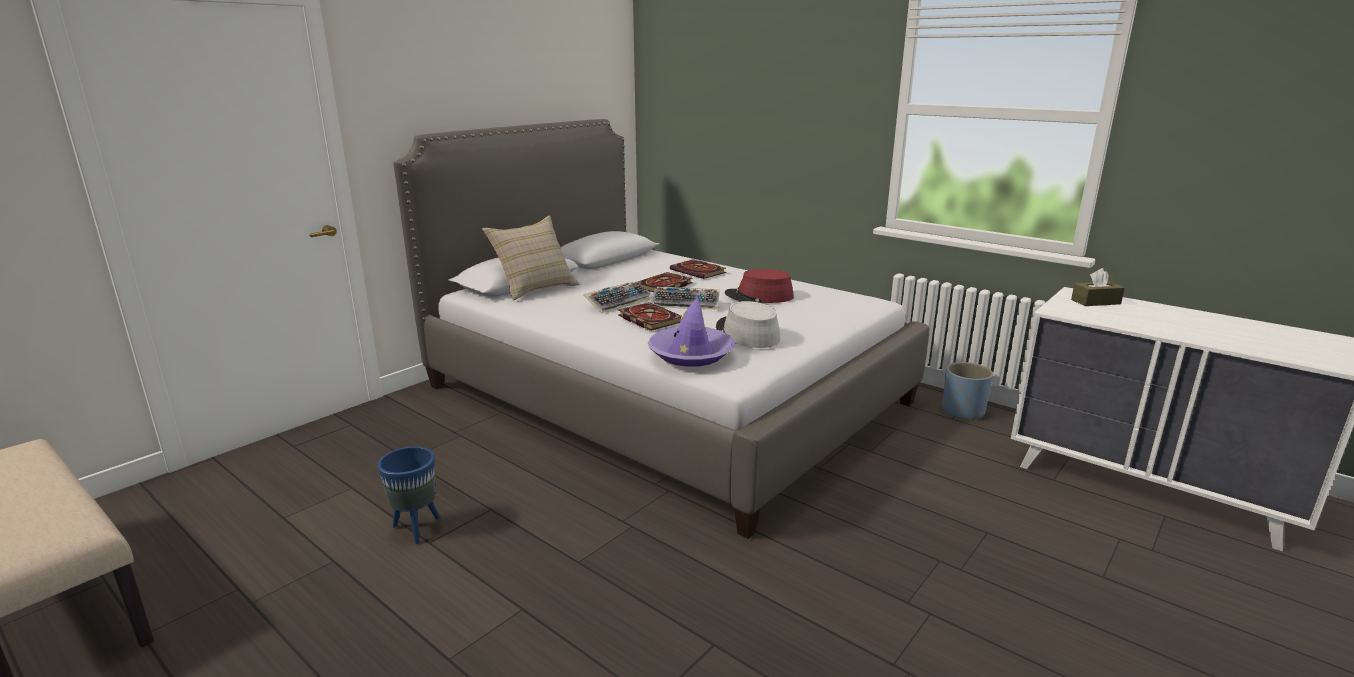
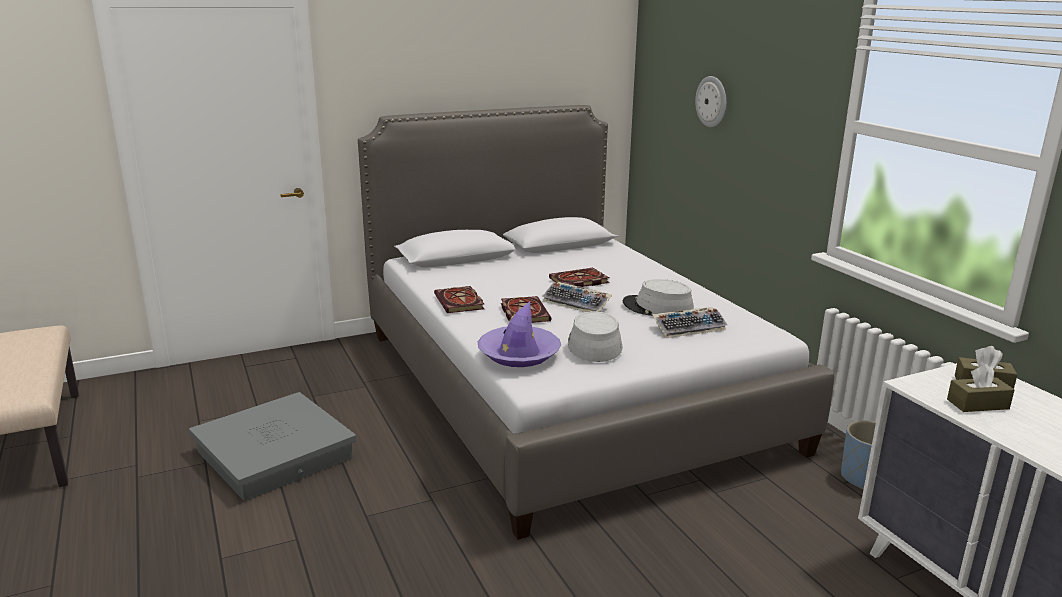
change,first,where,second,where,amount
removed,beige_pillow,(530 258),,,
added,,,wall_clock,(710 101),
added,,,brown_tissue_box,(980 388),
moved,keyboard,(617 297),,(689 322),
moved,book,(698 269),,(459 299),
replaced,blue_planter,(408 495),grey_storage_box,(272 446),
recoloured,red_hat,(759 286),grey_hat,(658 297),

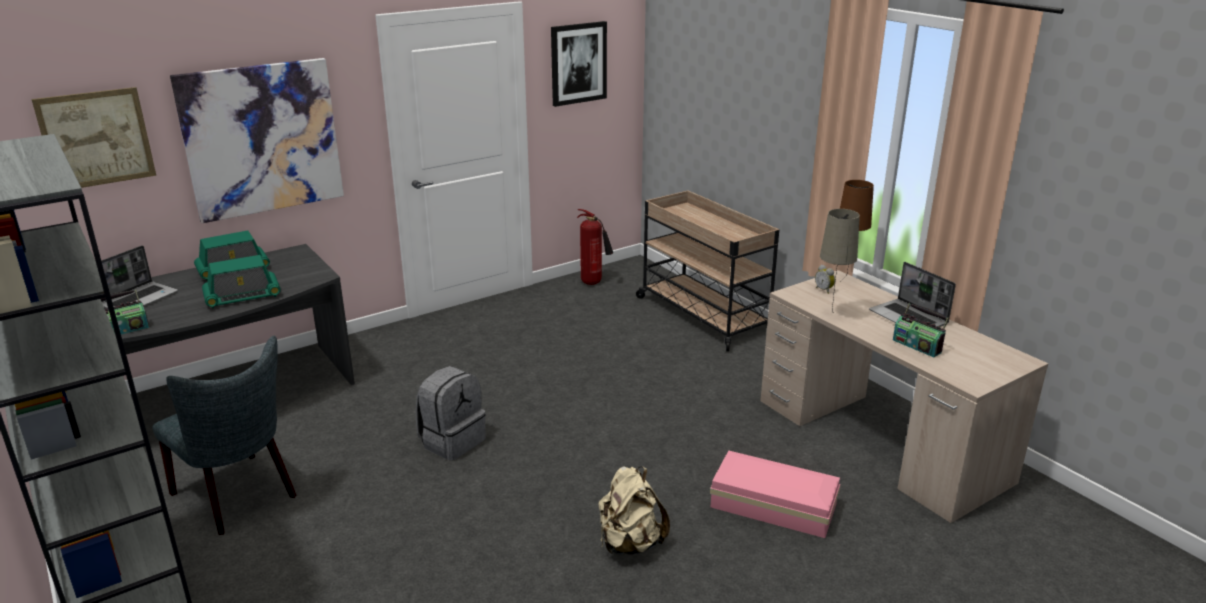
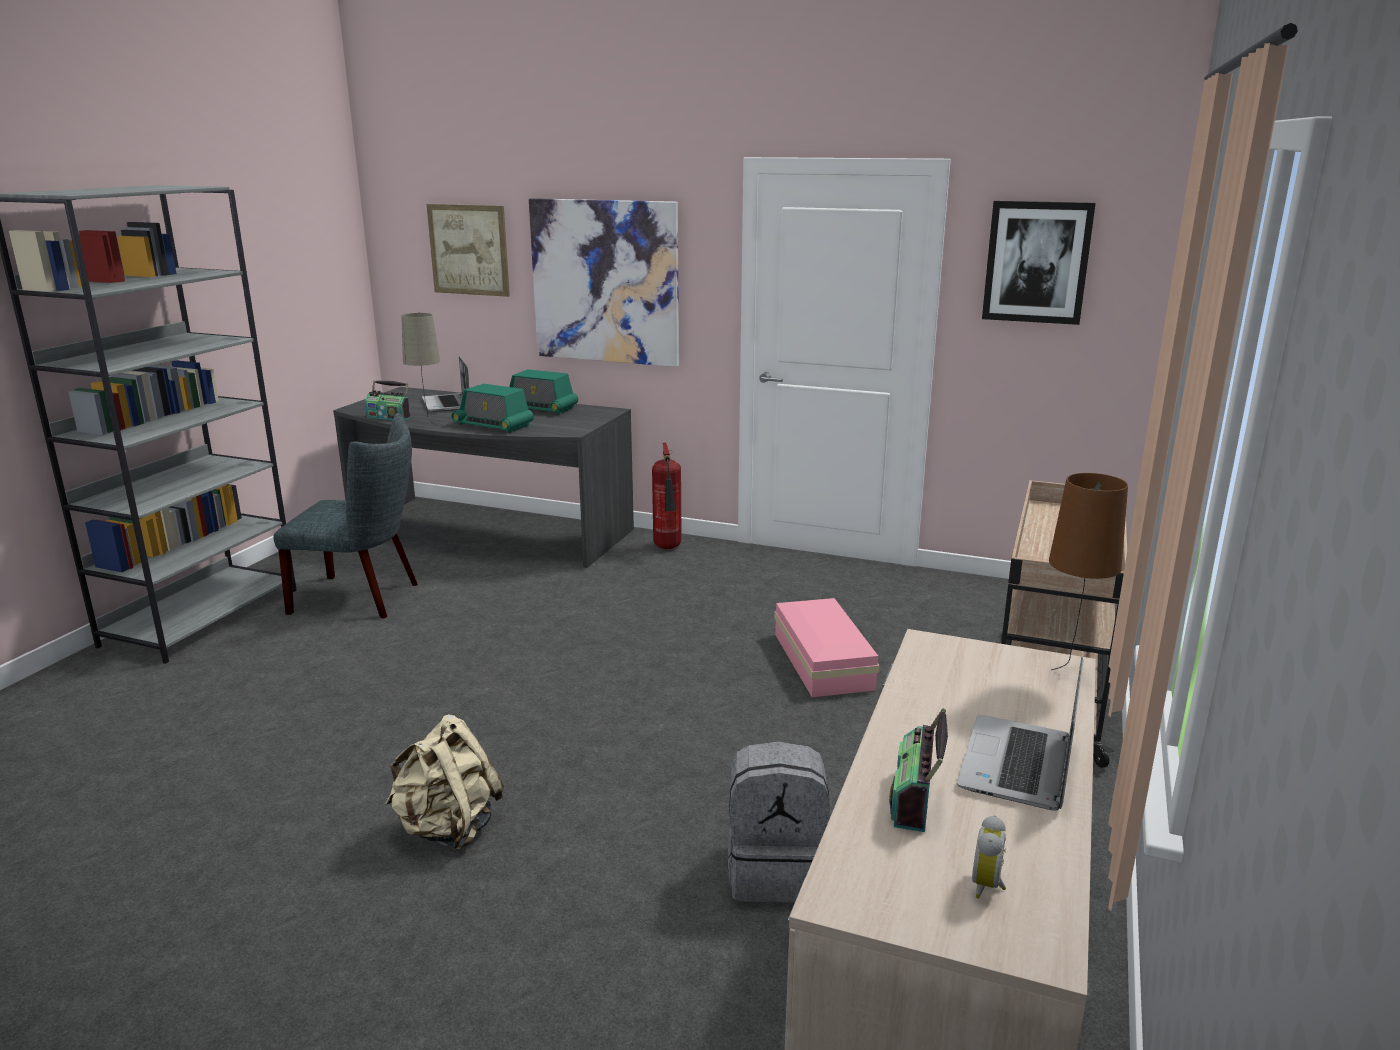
change,first,where,second,where,amount
moved,grey_backpack,(451 413),,(779 822),
moved,fire_extinguisher,(595 247),,(667 496),
moved,pink_storage_box,(775 494),,(827 647),
moved,alarm_clock,(825 279),,(989 857),
moved,beige_table_lamp,(840 260),,(420 369),
turned,laptop,(139 277),,(446 384),75 degrees clockwise
turned,grey_chair,(224 435),,(345 516),90 degrees counterclockwise

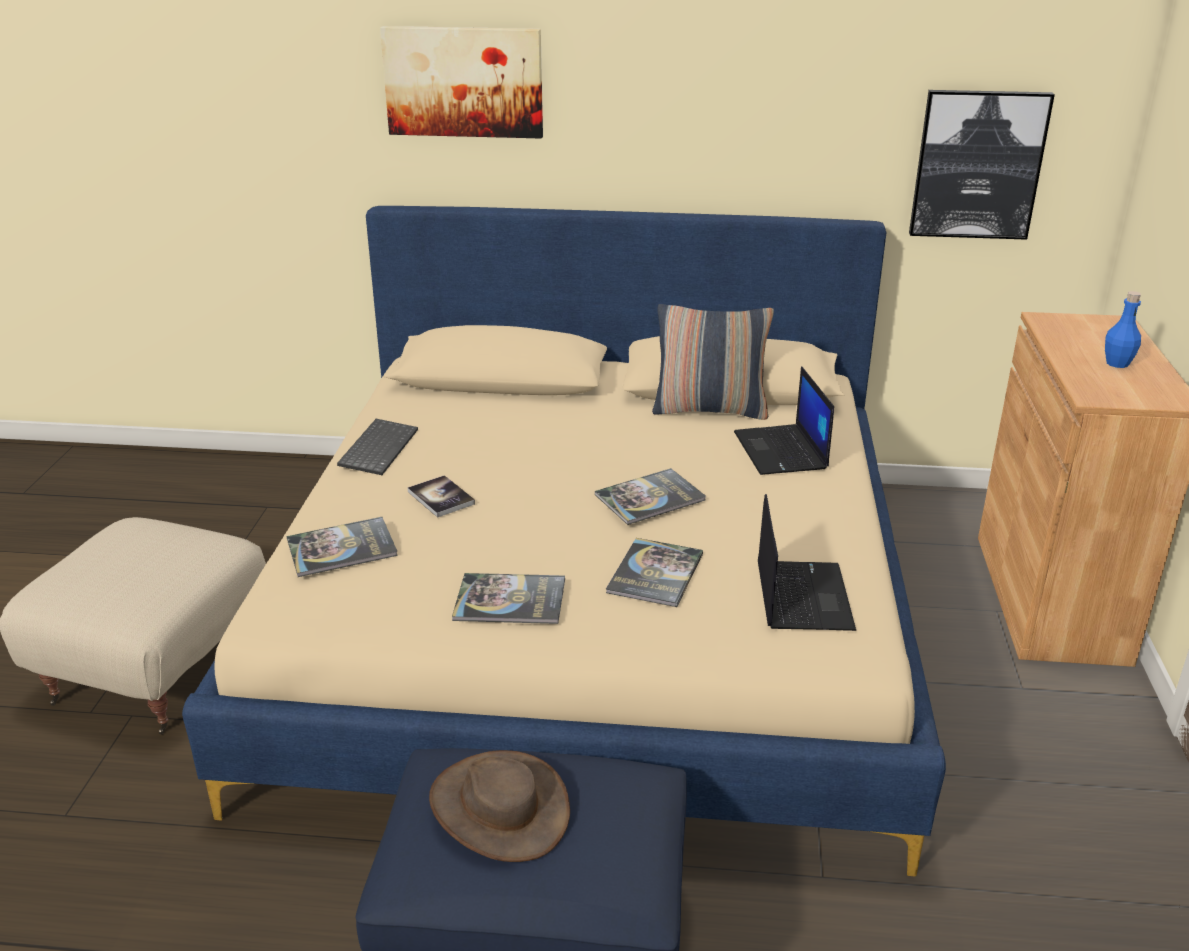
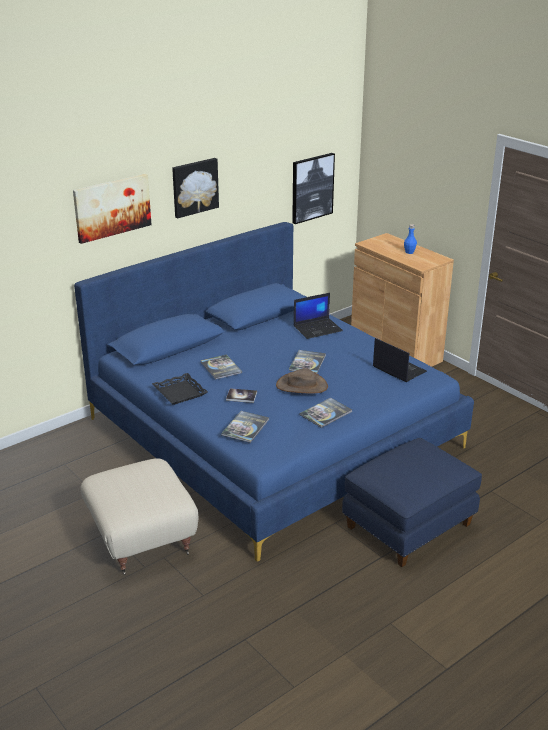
change,first,where,second,where,amount
removed,pillow,(713 362),,,
added,,,picture,(195 188),
moved,brown_hat,(499 806),,(302 381),
moved,book,(654 572),,(221 367),
replaced,keyboard,(377 447),black_tray,(180 389),
recoloured,beige_bed,(564 541),blue_bed,(274 392),
turned,laptop,(784 420),,(318 316),60 degrees counterclockwise

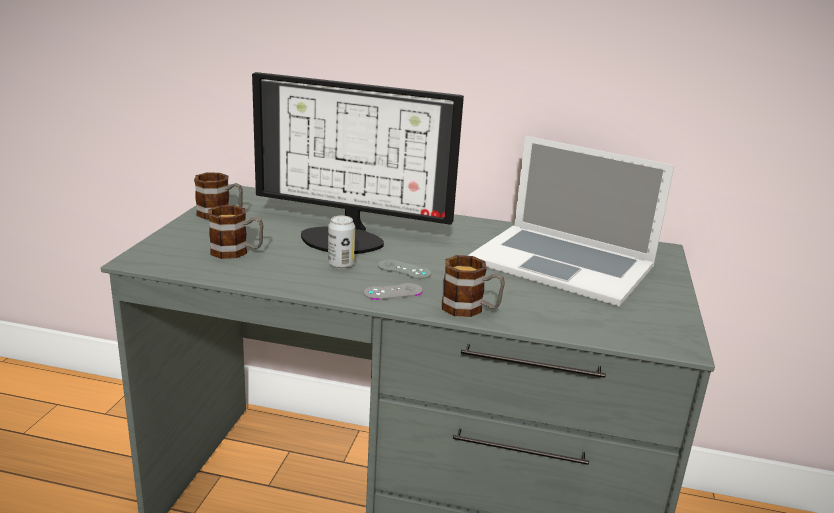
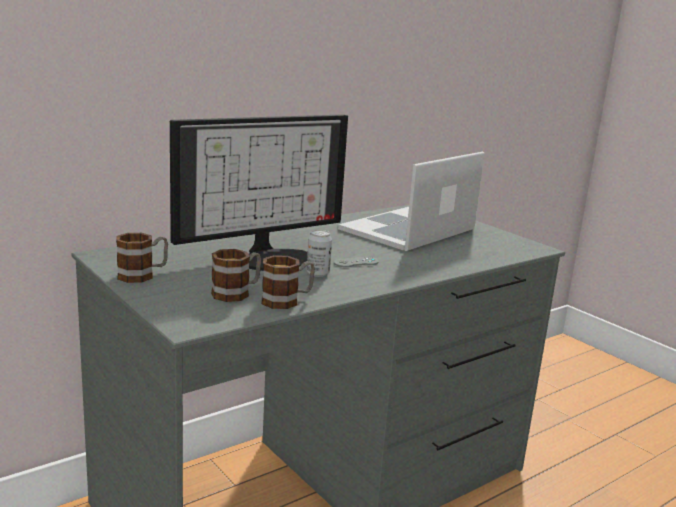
change,first,where,second,where,amount
removed,grey_game_controller,(393 291),,,
moved,mug,(473 286),,(288 282),
turned,laptop,(571 221),,(411 201),150 degrees clockwise

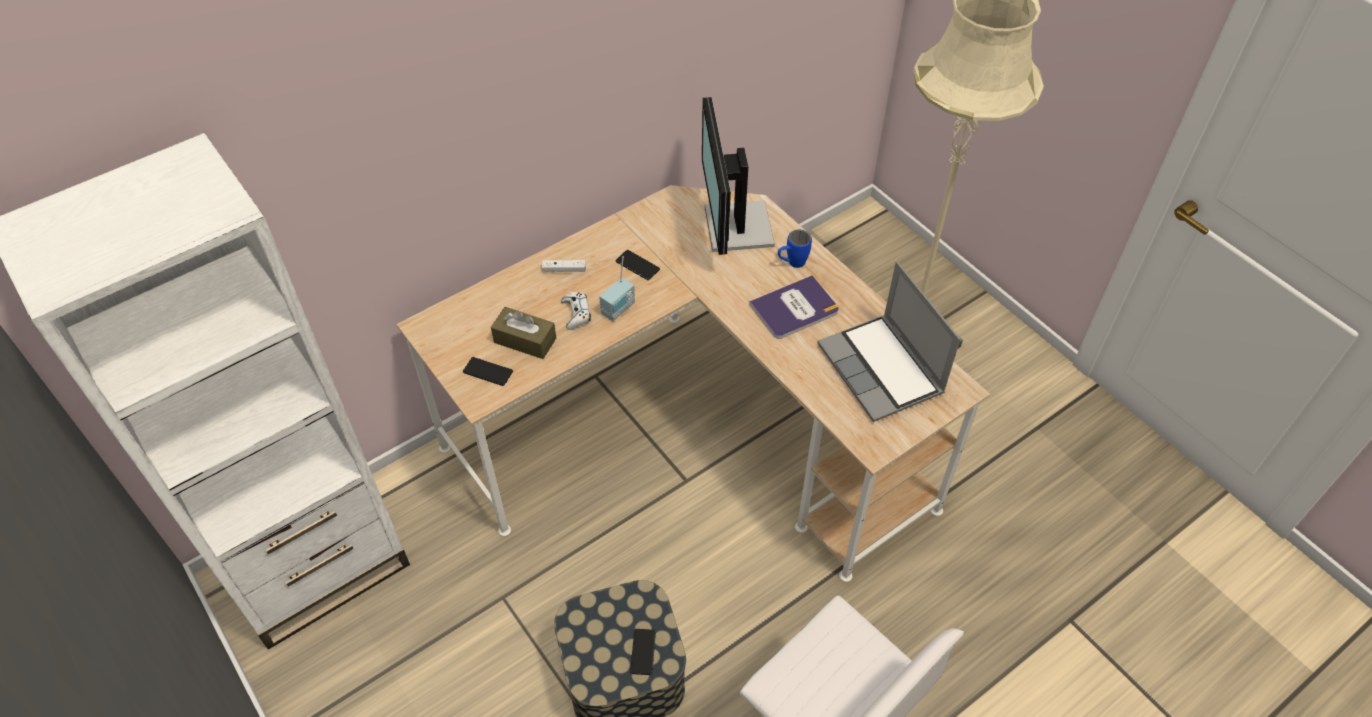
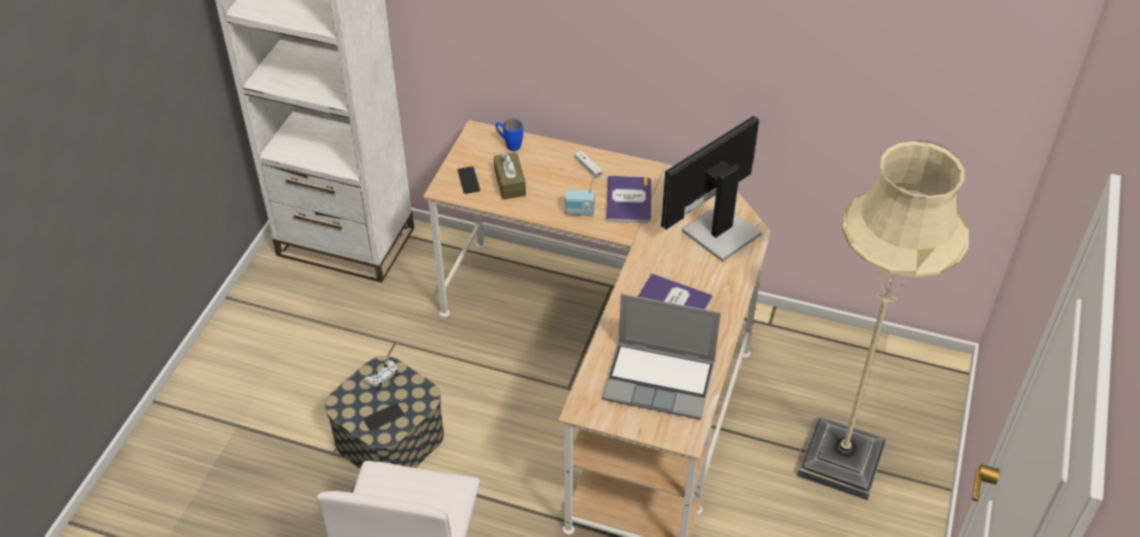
change,first,where,second,where,amount
moved,white_game_controller,(576 311),,(380 374),
moved,blue_mug,(795 249),,(509 135),
replaced,phone,(638 265),book,(628 199),
turned,laptop,(888 342),,(661 357),105 degrees counterclockwise

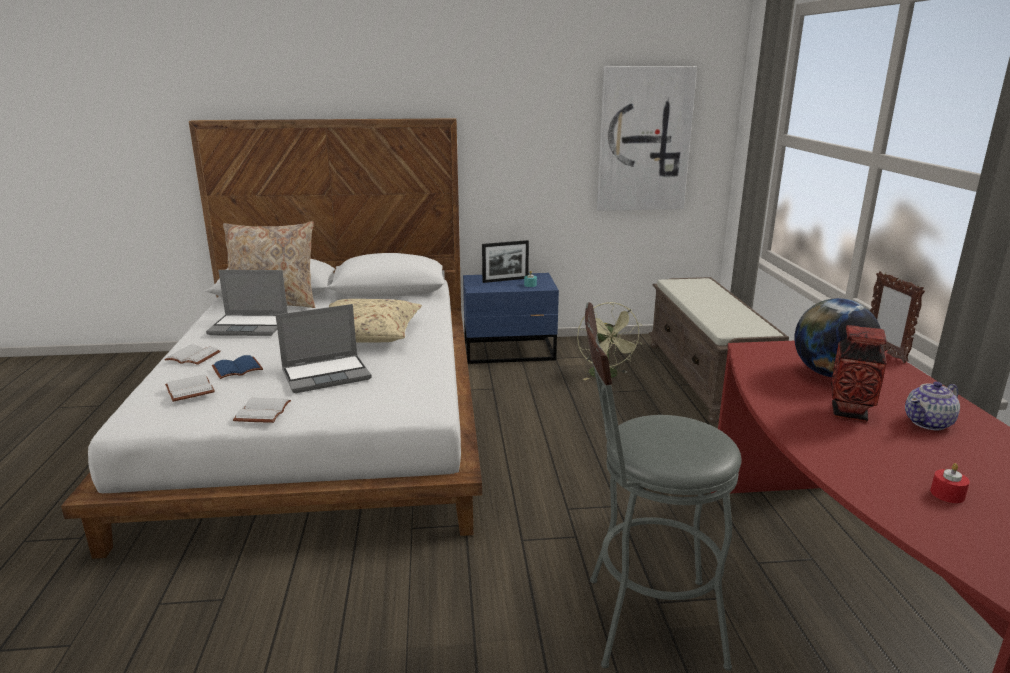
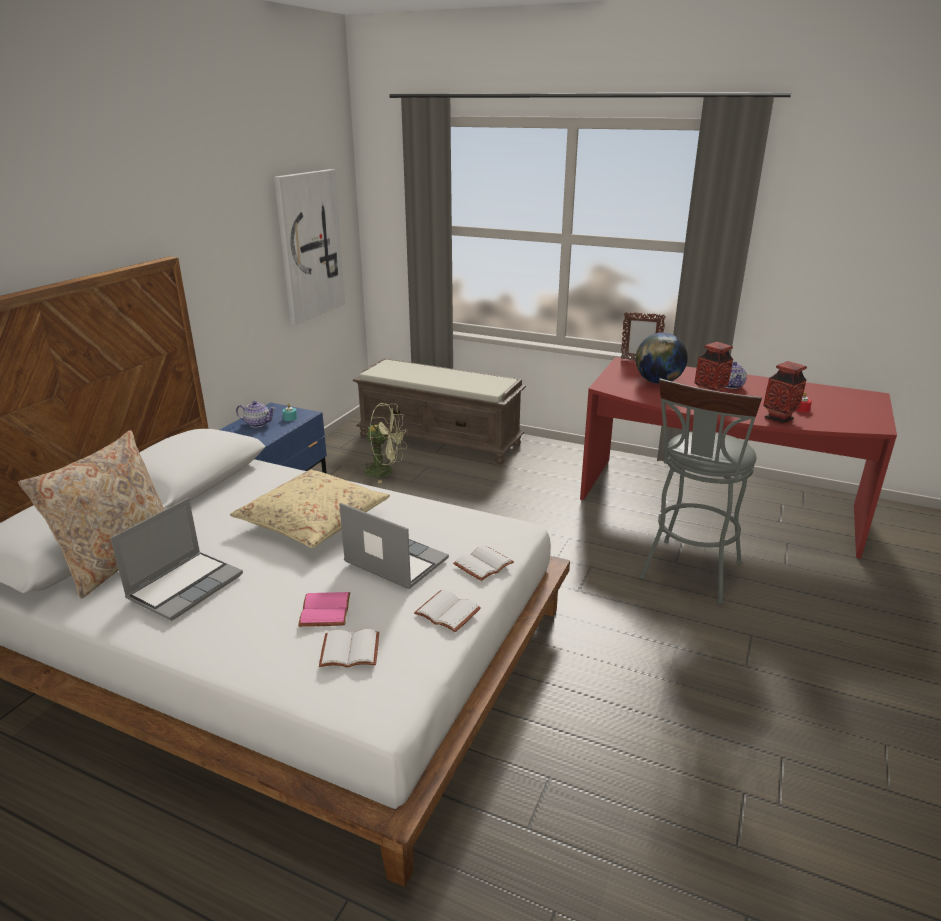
change,first,where,second,where,amount
added,,,vase,(785 392),
moved,white_book,(192 354),,(483 563),
replaced,picture_frame,(505 261),teapot,(256 414),
recoloured,blue_book,(237 367),pink_book,(324 609),
turned,laptop,(324 348),,(394 546),60 degrees counterclockwise

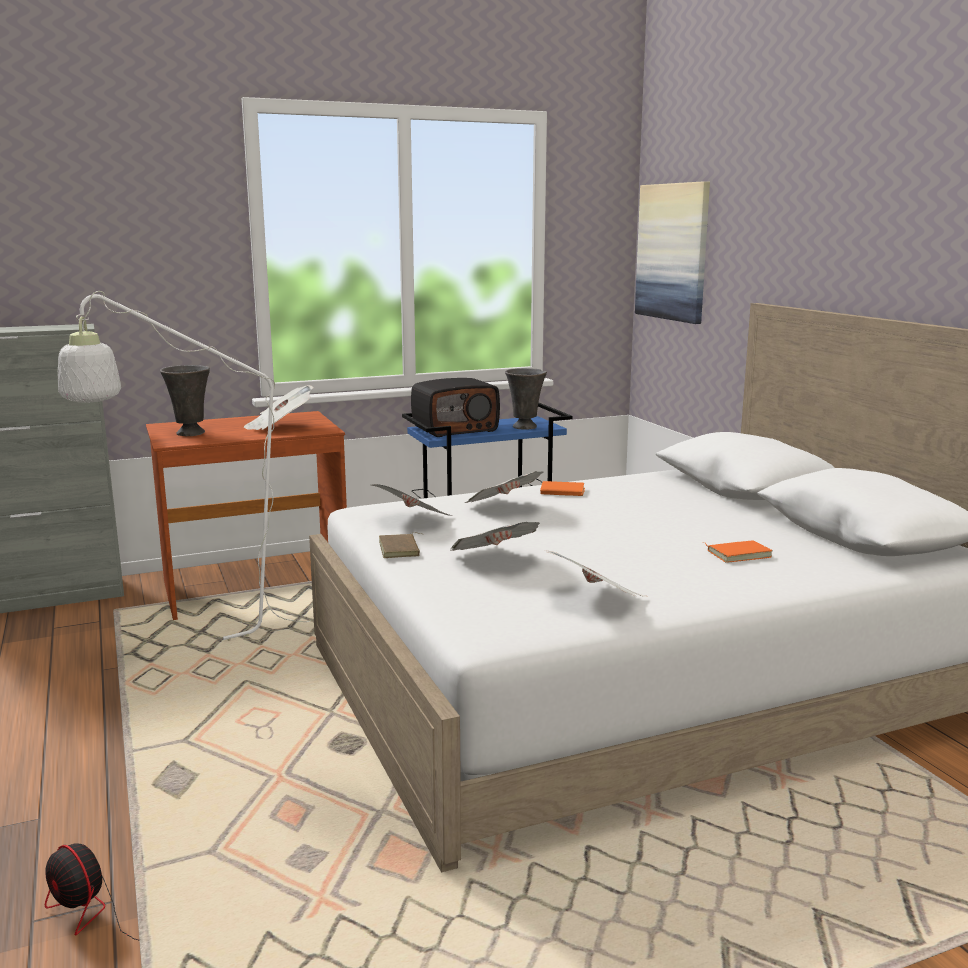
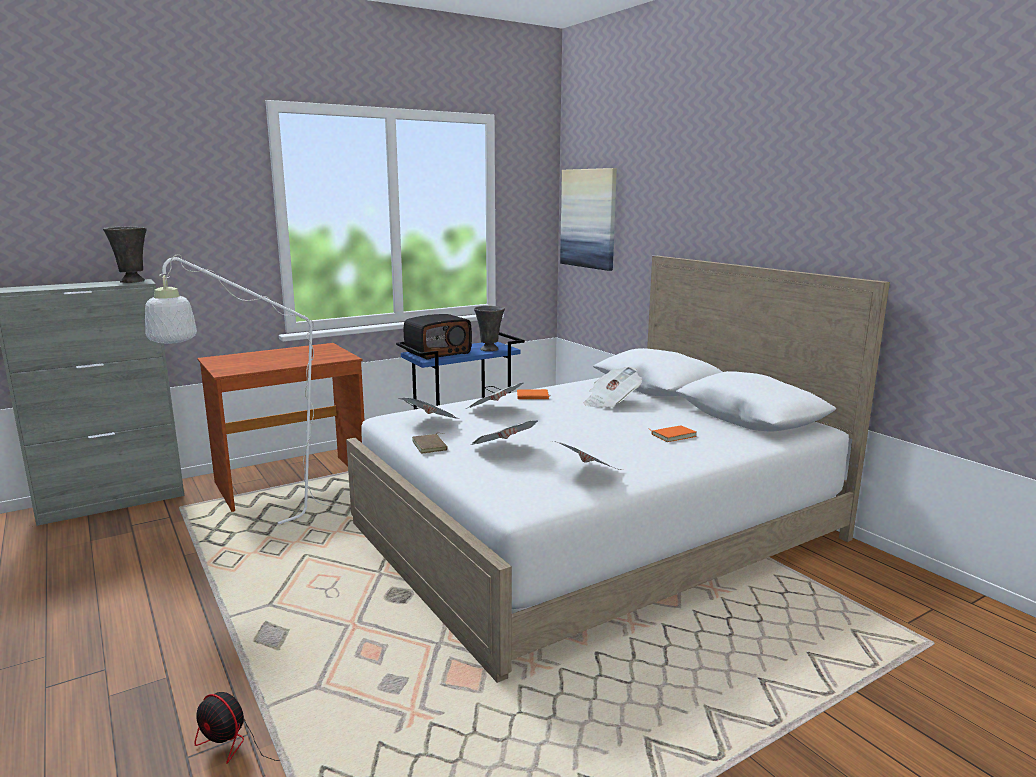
change,first,where,second,where,amount
moved,grey_vase,(185 400),,(125 255),
moved,newspaper,(279 407),,(612 387),

